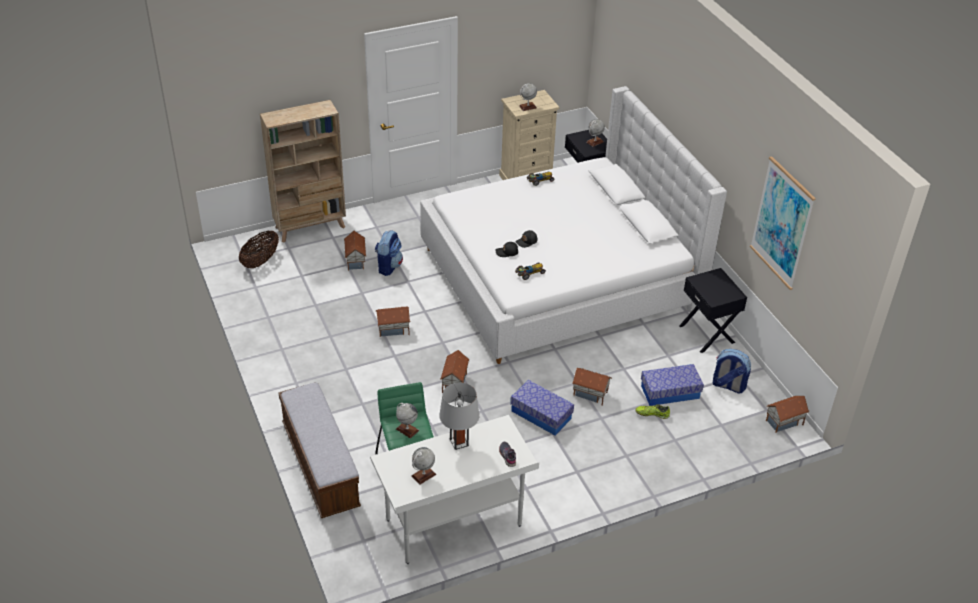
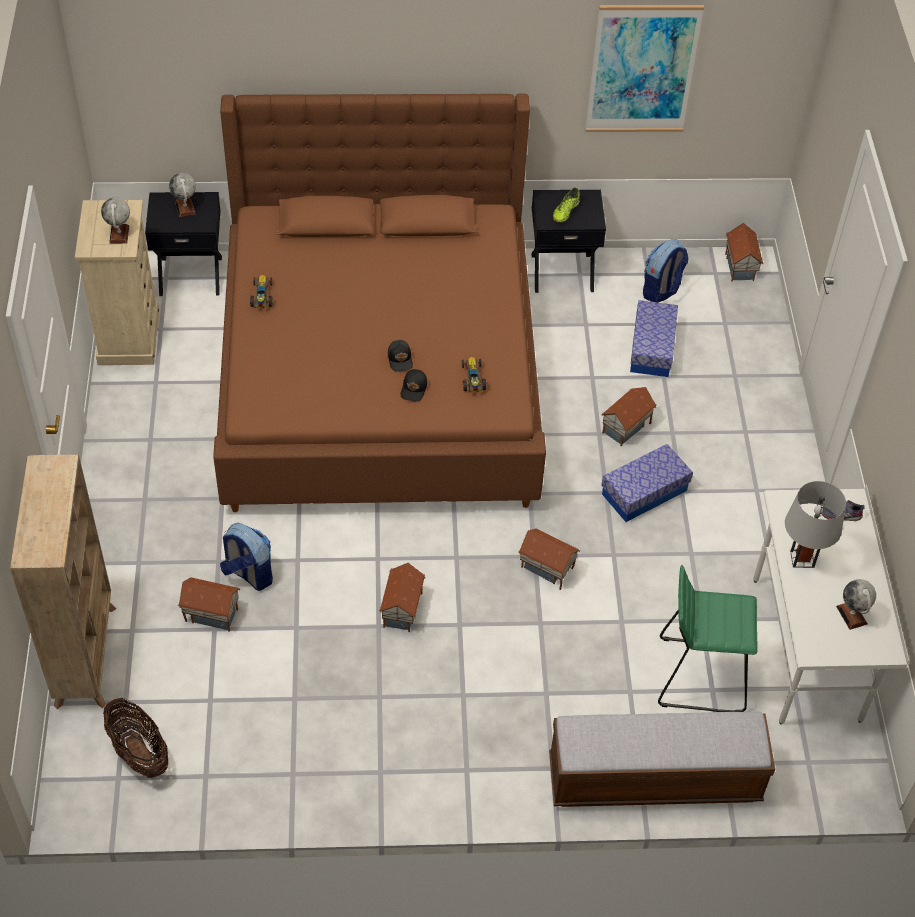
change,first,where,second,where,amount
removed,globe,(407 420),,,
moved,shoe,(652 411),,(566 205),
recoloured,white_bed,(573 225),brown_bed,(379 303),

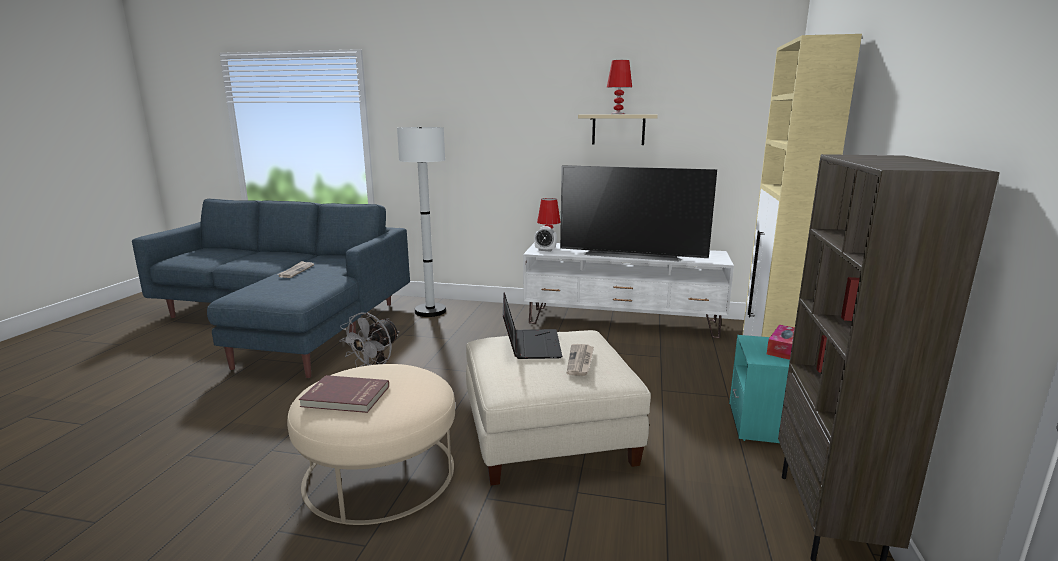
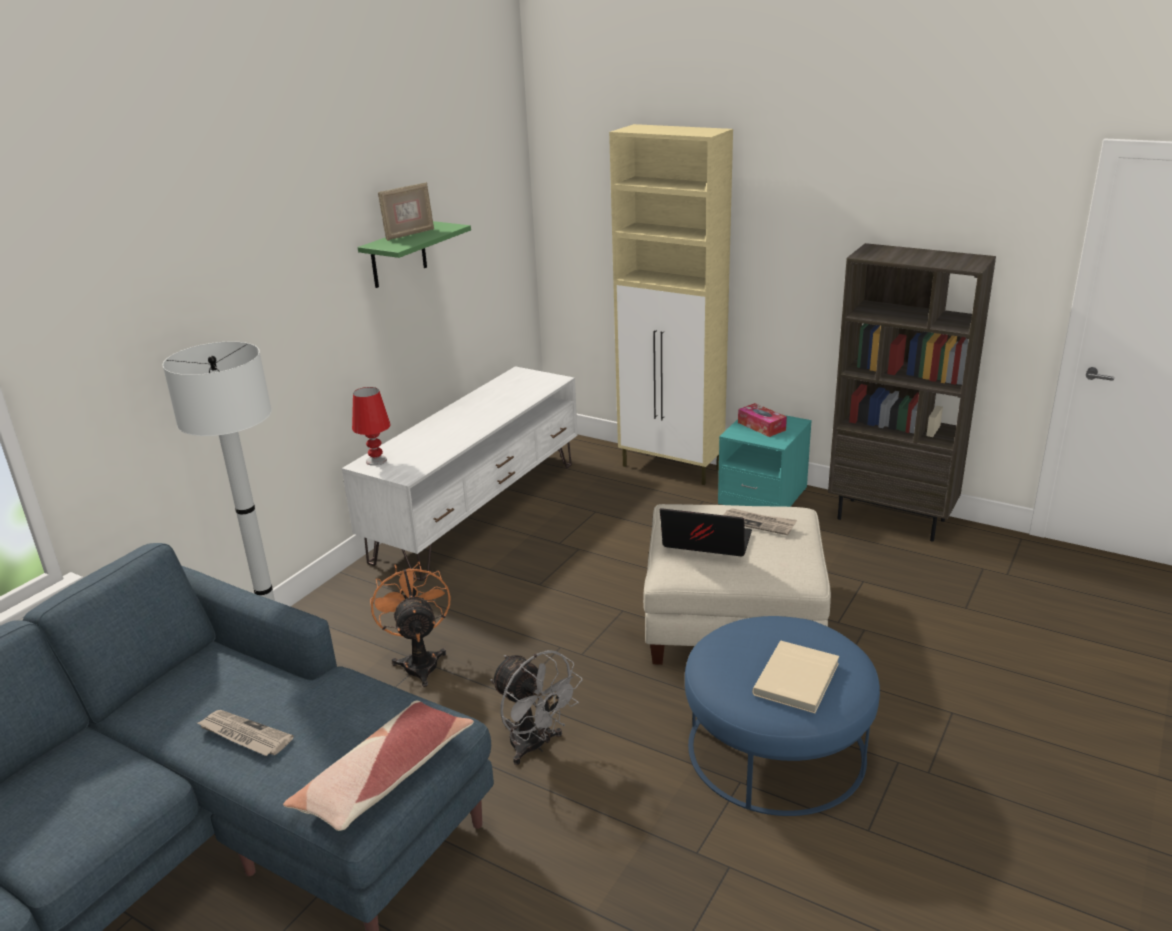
change,first,where,second,where,amount
removed,alarm_clock,(545 239),,,
removed,television,(638 213),,,
added,,,pillow,(378 765),
added,,,orange_fan,(410 624),
replaced,red_table_lamp,(619 87),picture_frame,(406 211),
recoloured,beige_ottoman,(371 444),blue_ottoman,(782 716),
recoloured,red_book,(344 394),beige_book,(795 677),
recoloured,beige_shelf,(618 129),green_shelf,(414 254),

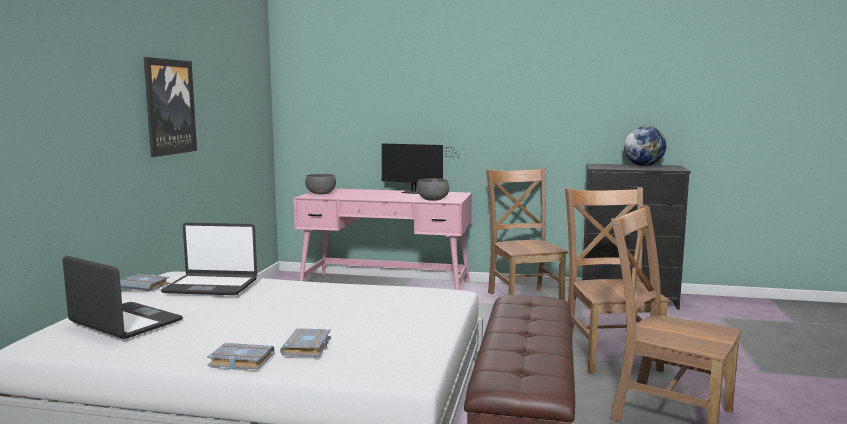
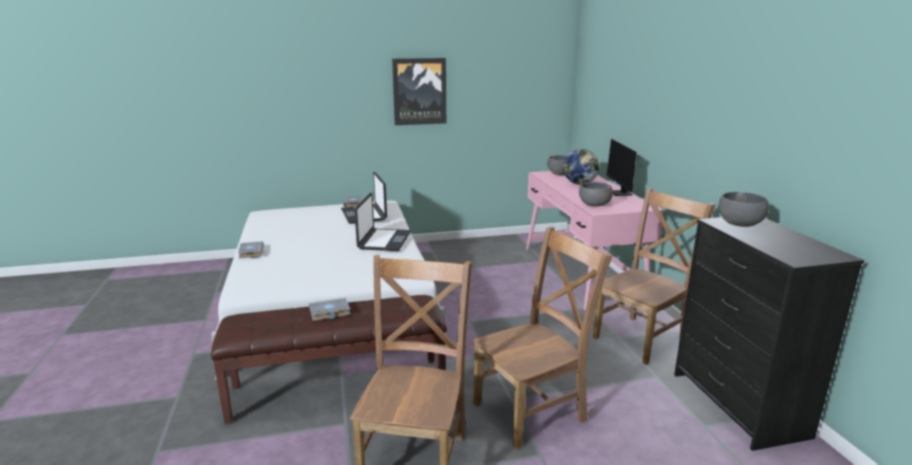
change,first,where,second,where,amount
added,,,grey_bowl,(744 209),
moved,laptop,(123 297),,(383 222),
moved,grey_book,(305 342),,(330 309),
moved,globe,(645 146),,(581 167),

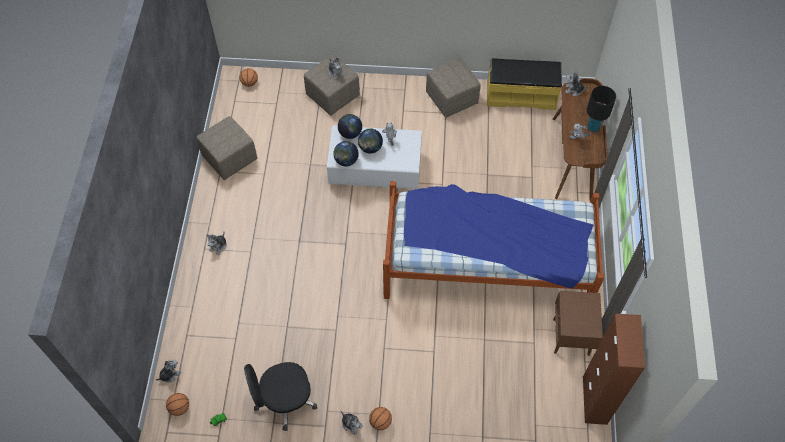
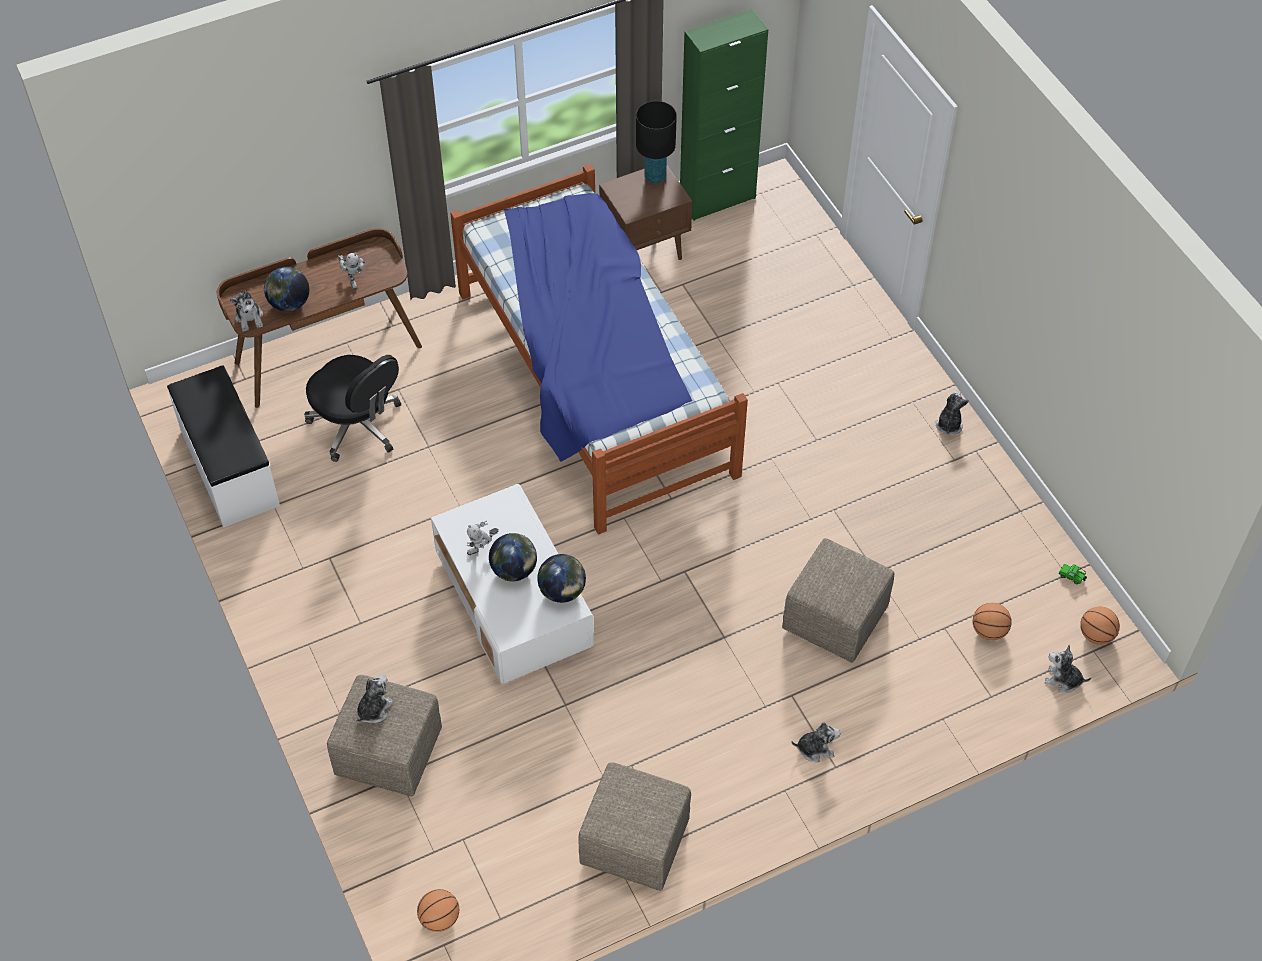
change,first,where,second,where,amount
moved,black_office_chair,(280 396),,(352 408),
moved,globe,(350 126),,(286 289),
moved,basketball,(380 418),,(992 621),
moved,beige_ottoman,(453 88),,(838 600),
moved,black_table_lamp,(601 109),,(656 142),
recoloured,yellow_bench,(524 84),white_bench,(223 446),
recoloured,brown_cabinet,(614 369),green_cabinet,(724 115),

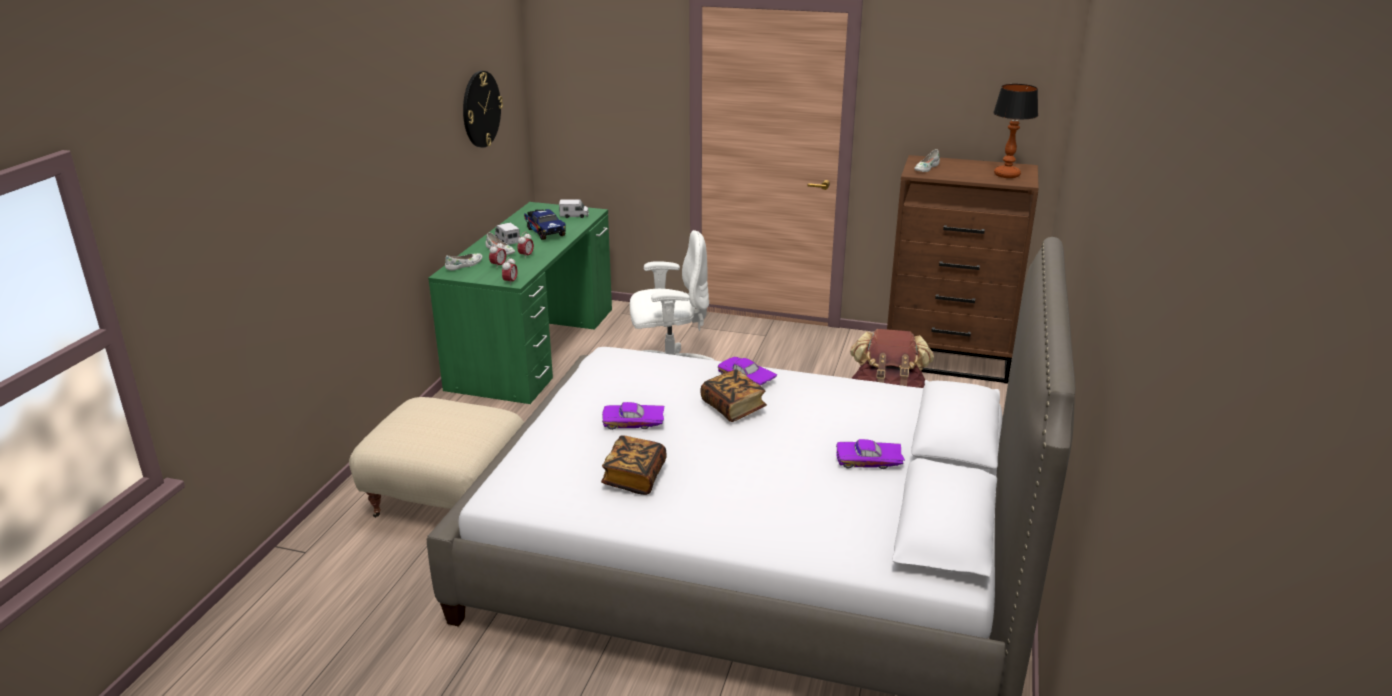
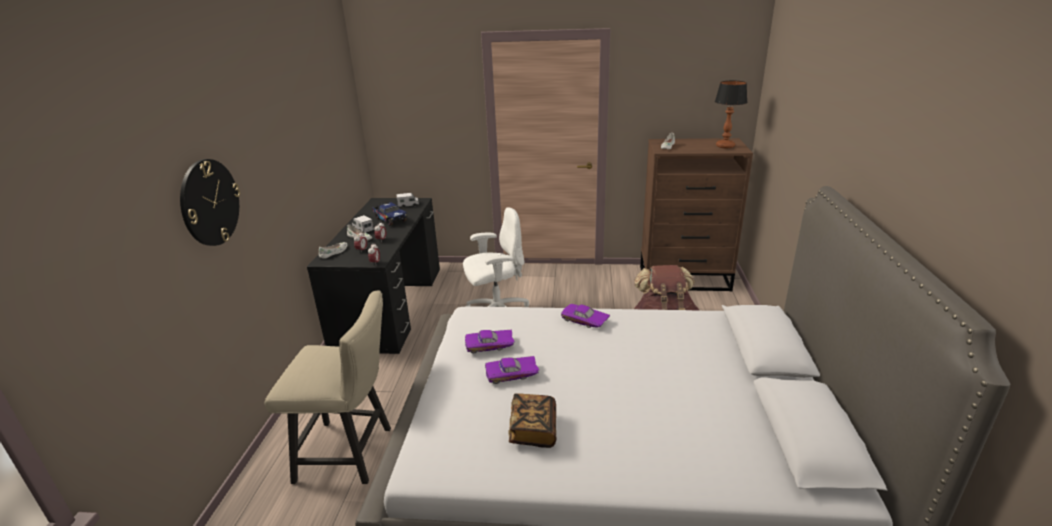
change,first,where,second,where,amount
removed,book,(733 395),,,
moved,wall_clock,(483 109),,(210 202),
moved,purple_toy_car,(870 454),,(490 341),
replaced,beige_ottoman,(436 457),beige_chair,(327 387),
recoloured,green_desk,(520 303),black_desk,(373 276),

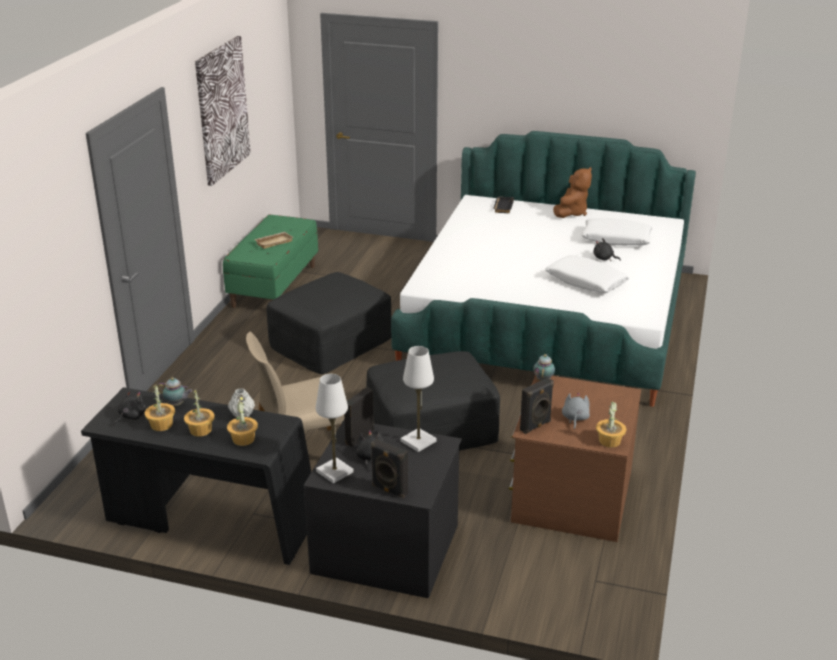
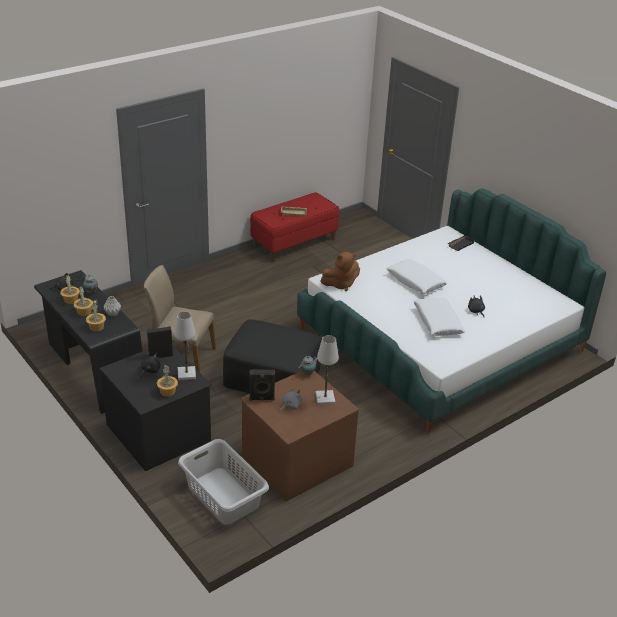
change,first,where,second,where,amount
removed,picture,(223 111),,,
removed,black_ottoman,(329 323),,,
removed,black_speaker,(389 469),,,
added,,,grey_laundry_basket,(223 482),
moved,white_table_lamp,(335 429),,(327 370),
moved,brown_plush_toy,(572 192),,(340 271),
moved,white_pillow,(617 231),,(417 276),
moved,potted_plant,(611 425),,(167 381),
recoloured,green_bench,(270 261),red_bench,(295 227),

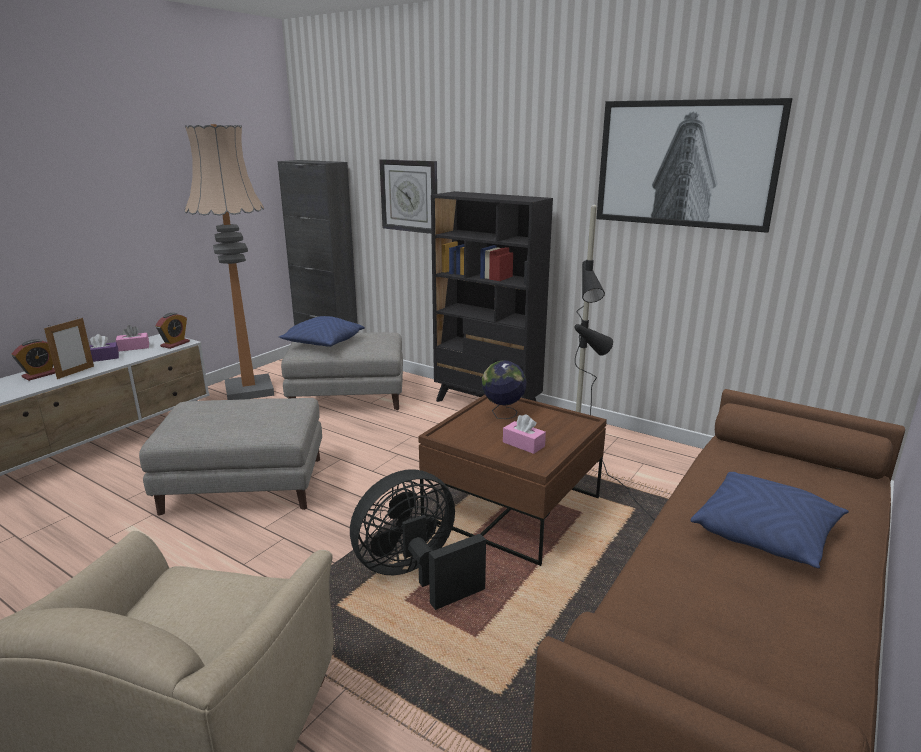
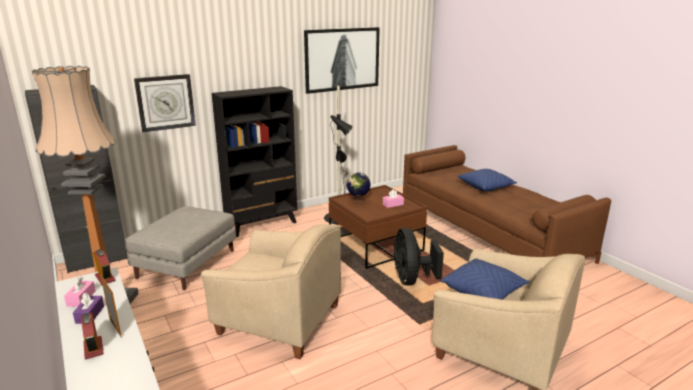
change,first,where,second,where,amount
moved,blue_pillow,(322 331),,(485 279),
replaced,grey_ottoman,(230 456),beige_armchair,(271 291),

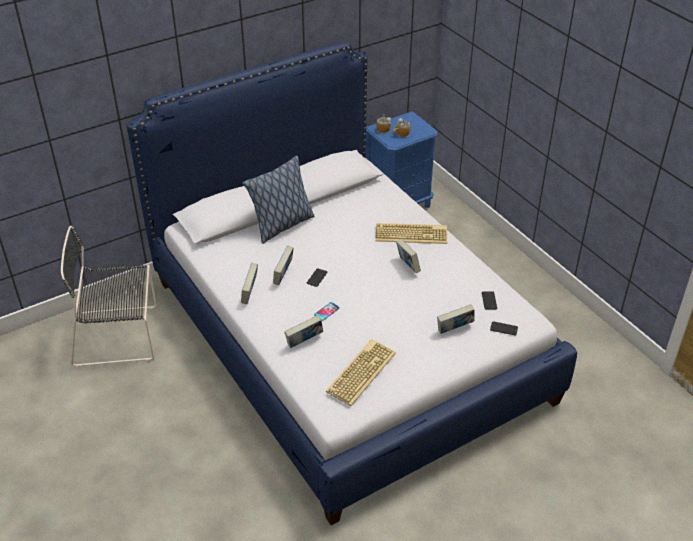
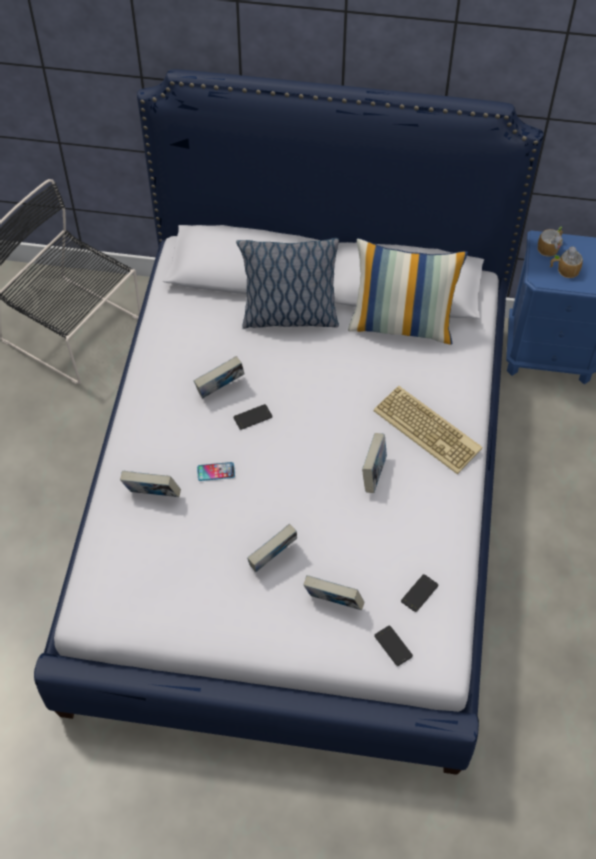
change,first,where,second,where,amount
removed,keyboard,(361 372),,,
added,,,pillow,(408 291),
moved,book,(249 283),,(272 548),

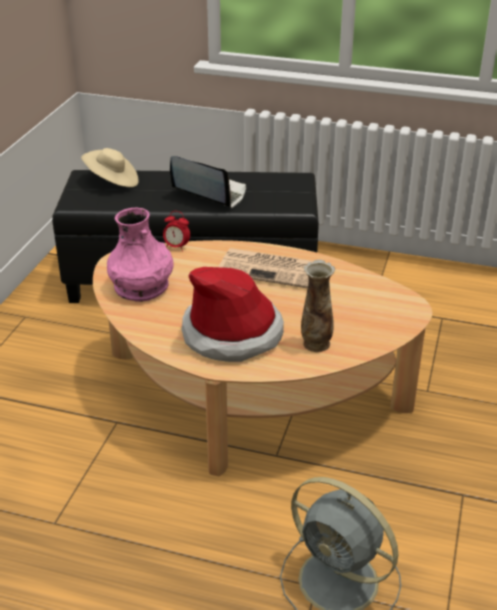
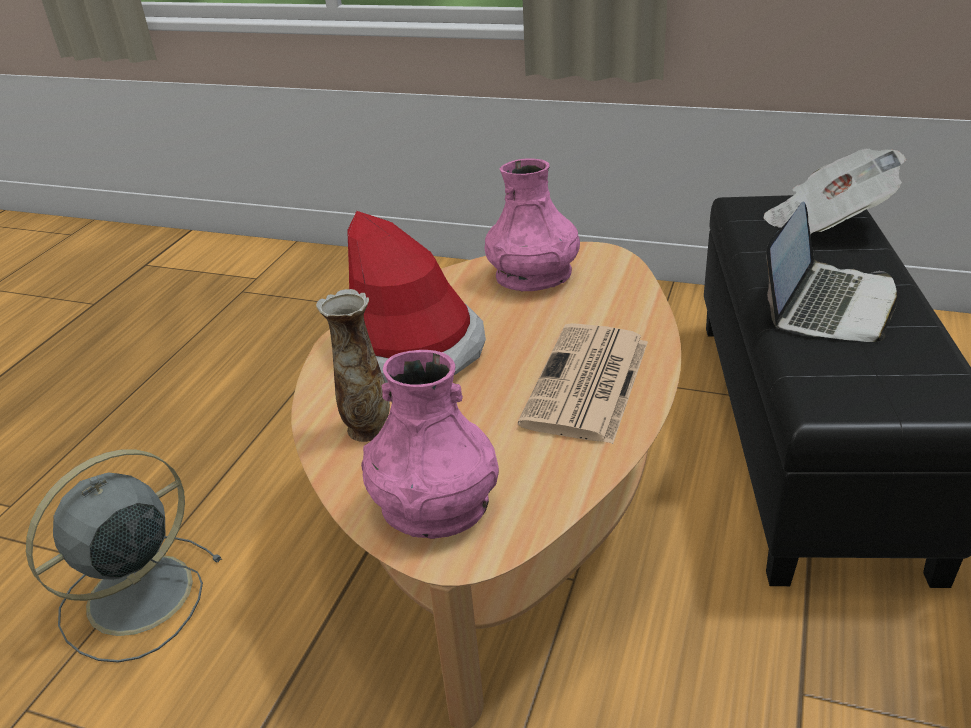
change,first,where,second,where,amount
removed,alarm_clock,(176 231),,,
added,,,pink_vase,(430 444),
replaced,beige_hat,(110 167),newspaper,(834 191),

